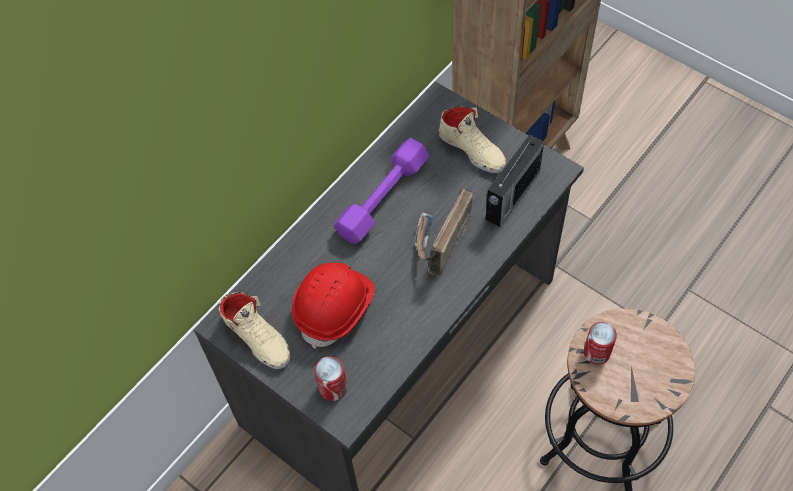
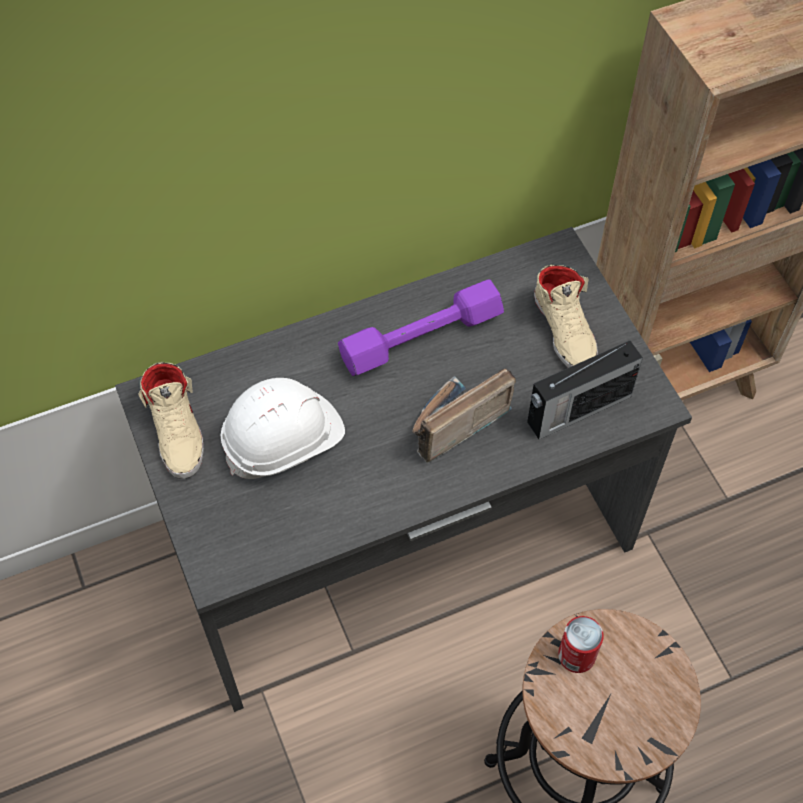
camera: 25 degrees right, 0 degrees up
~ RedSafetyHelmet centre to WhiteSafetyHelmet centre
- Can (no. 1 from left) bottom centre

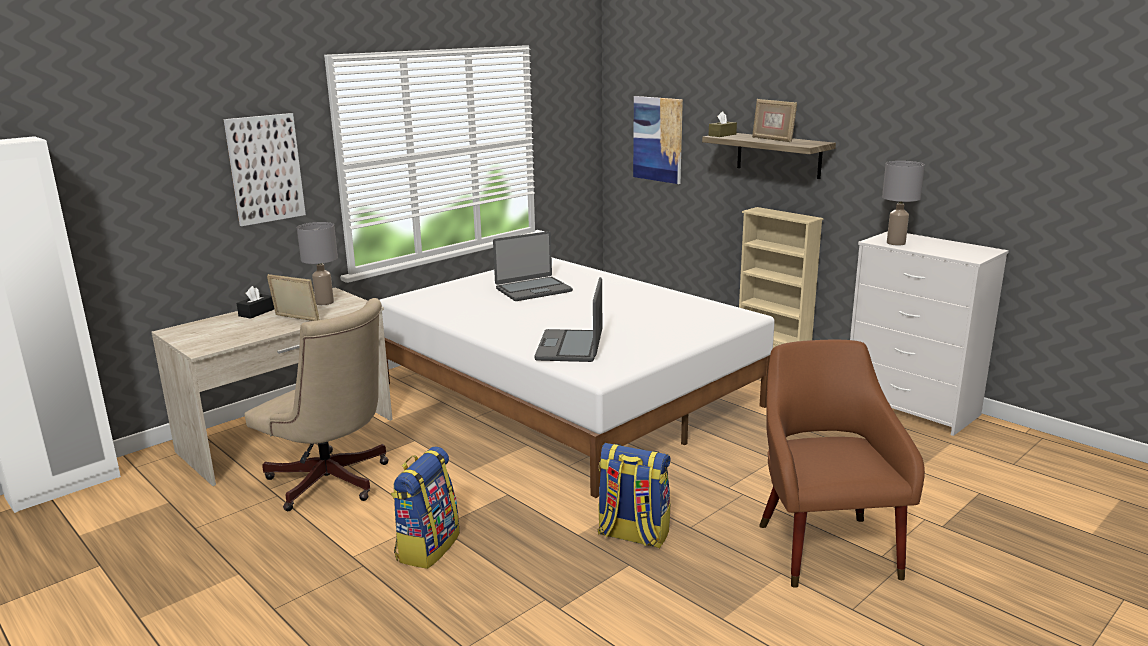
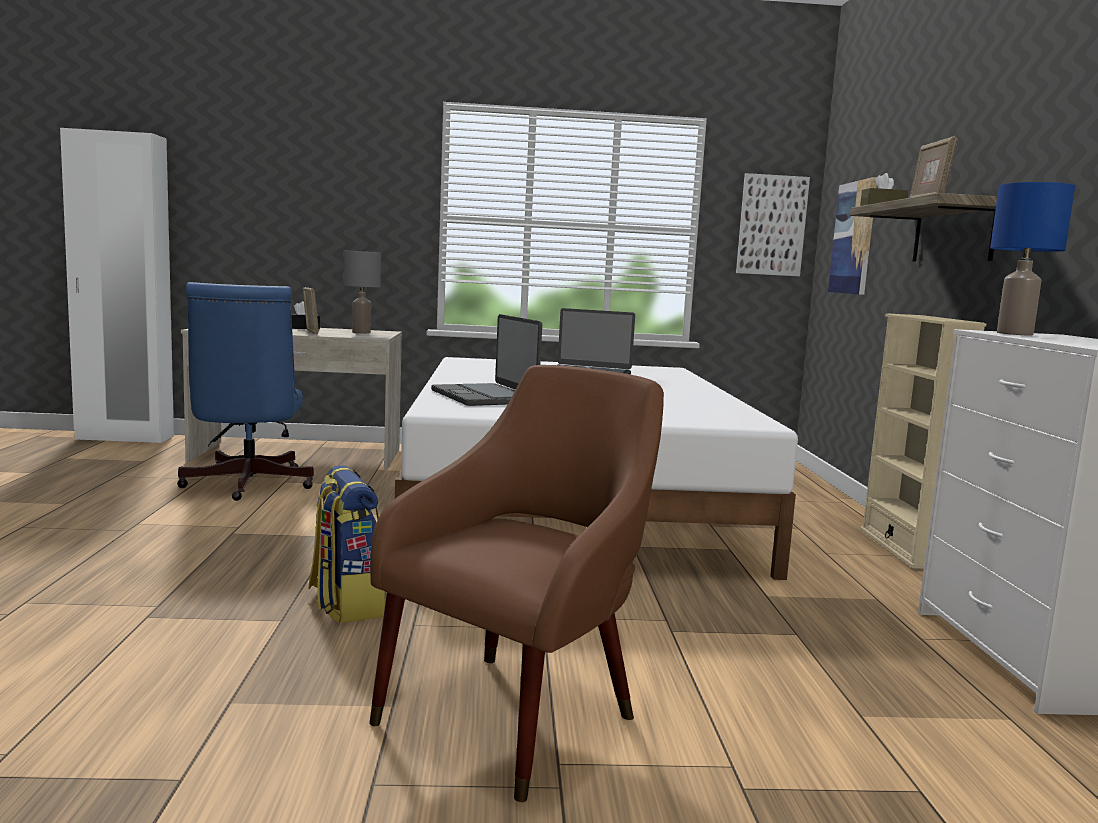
camera: 40 degrees right, 10 degrees down
~ Picture (no. 1 from left) top left to top right
~ BeigeOfficeChair middle left to BlueOfficeChair middle left
- Backpack (no. 1 from left) bottom centre
~ PortableComputer (no. 2 from left in the first image) centre = centre 75 degrees counterclockwise
~ GrayTabletopLamp (no. 2 from left) top right to BlueTabletopLamp top right

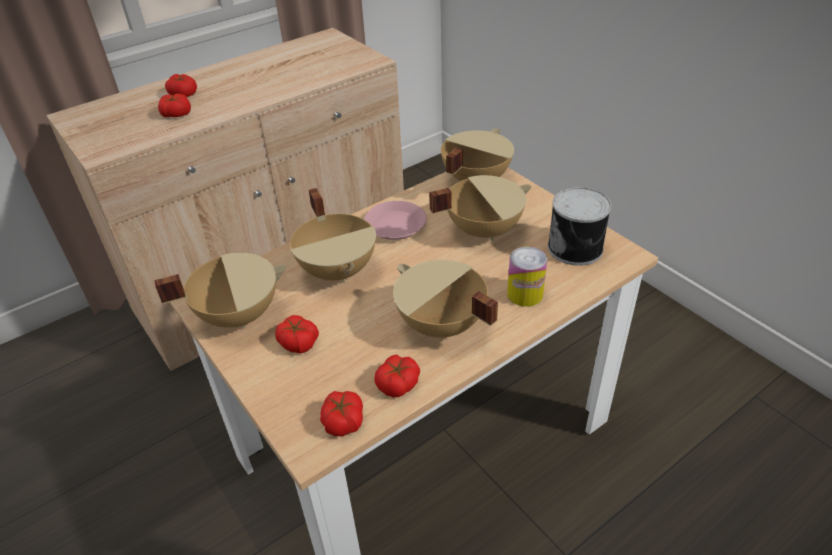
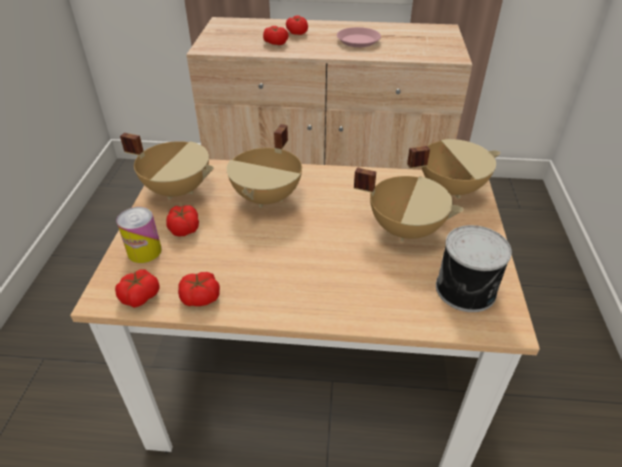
camera: 40 degrees right, 0 degrees up
~ PinkishFlatDish centre to top centre
- BeigeCookingPot (no. 3 from left) centre
~ Can (no. 1 from left) centre to middle left

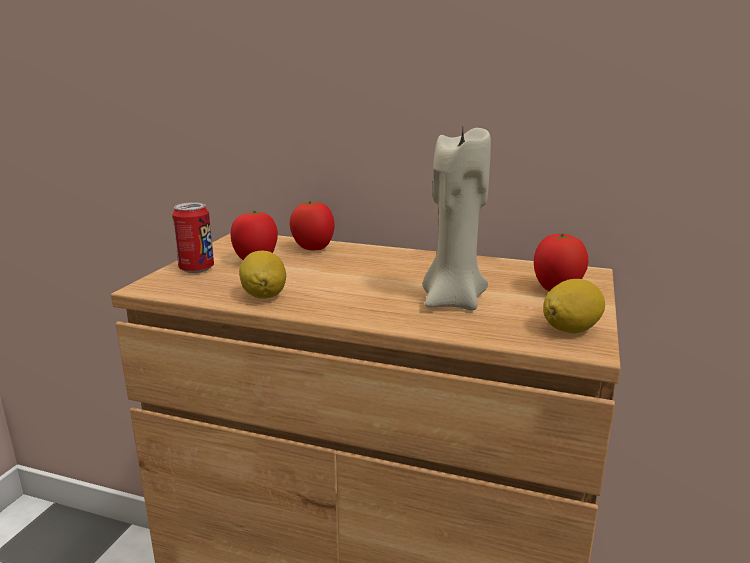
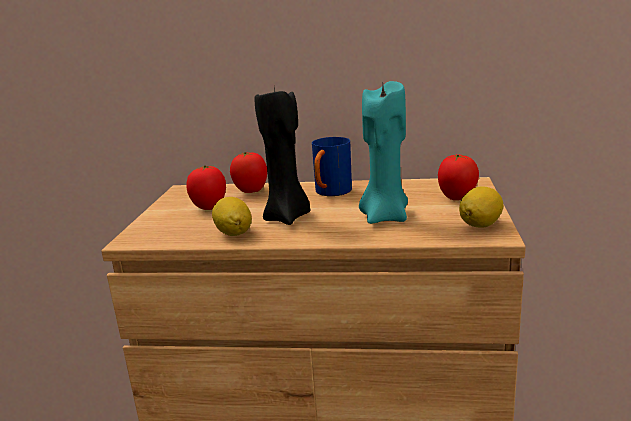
camera: 10 degrees left, 0 degrees up
- Can middle left
~ BeigeWaxCandle centre to BlueGreenWaxCandle centre
+ BlackishWaxCandle centre
+ BlueTeaMug centre

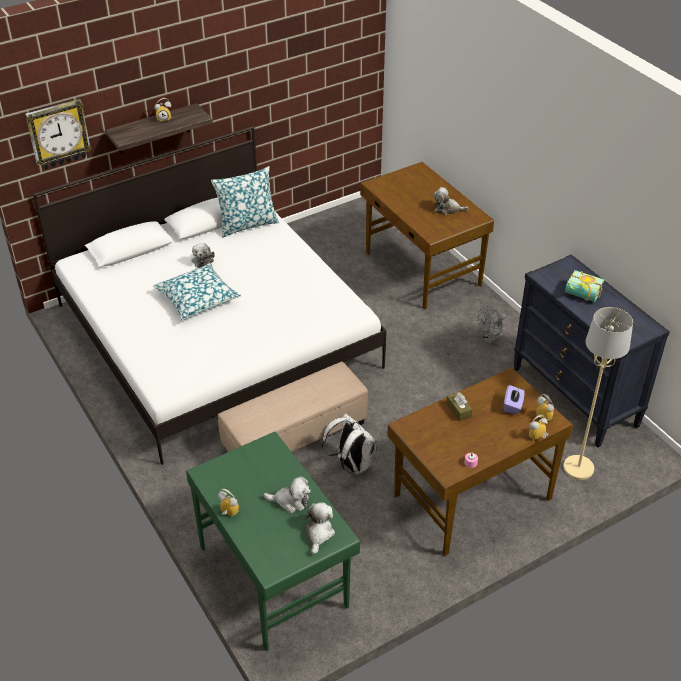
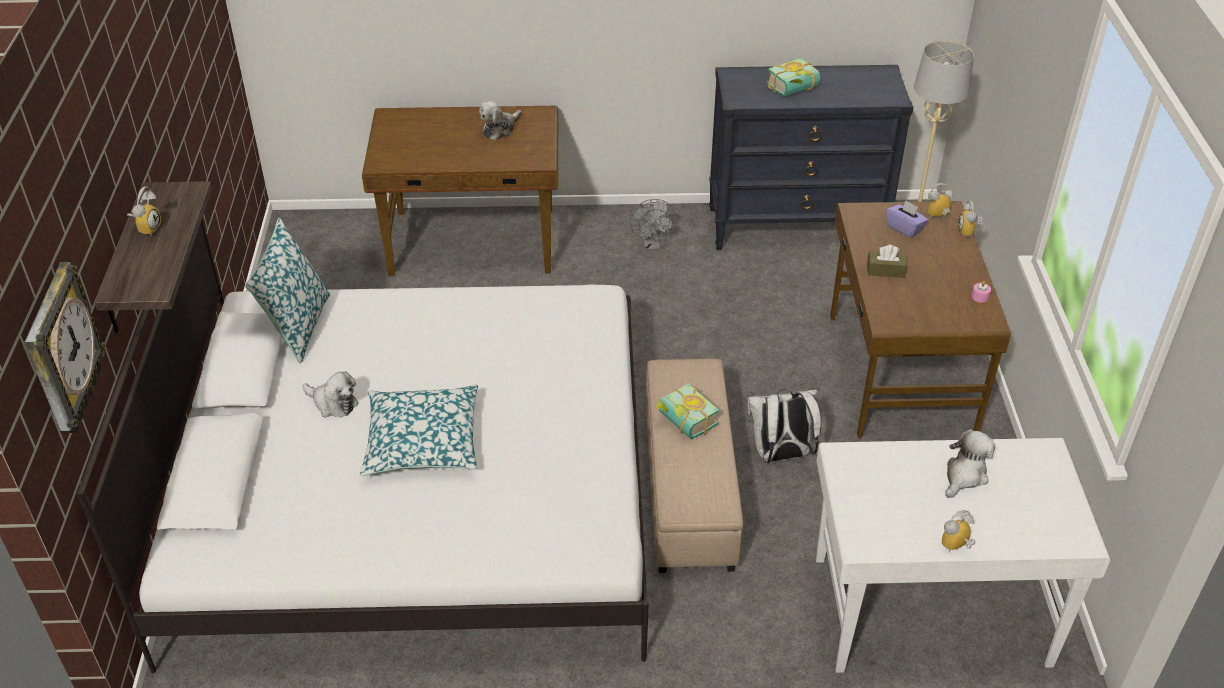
camera: 60 degrees left, 0 degrees up
~ GreenColouredDeskTable bottom centre to WhiteDeskTable bottom right
- PlushToy (no. 3 from left) bottom centre
+ BoundBook (no. 1 from left) centre

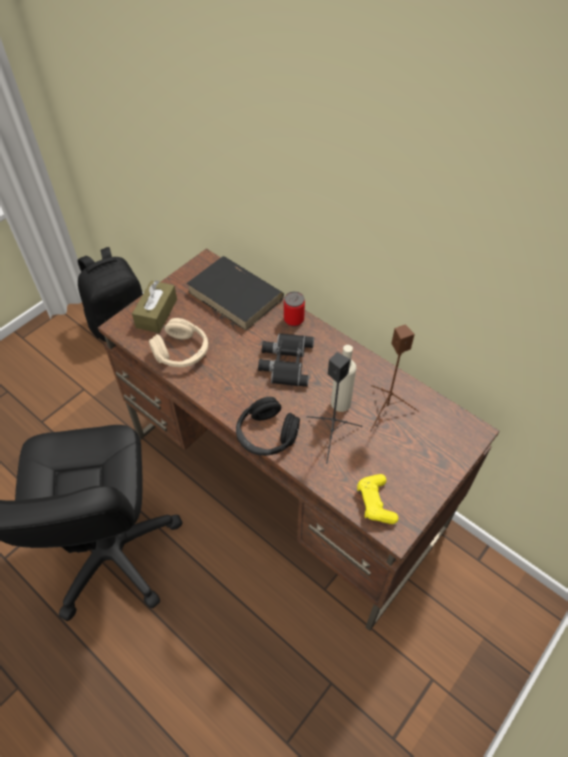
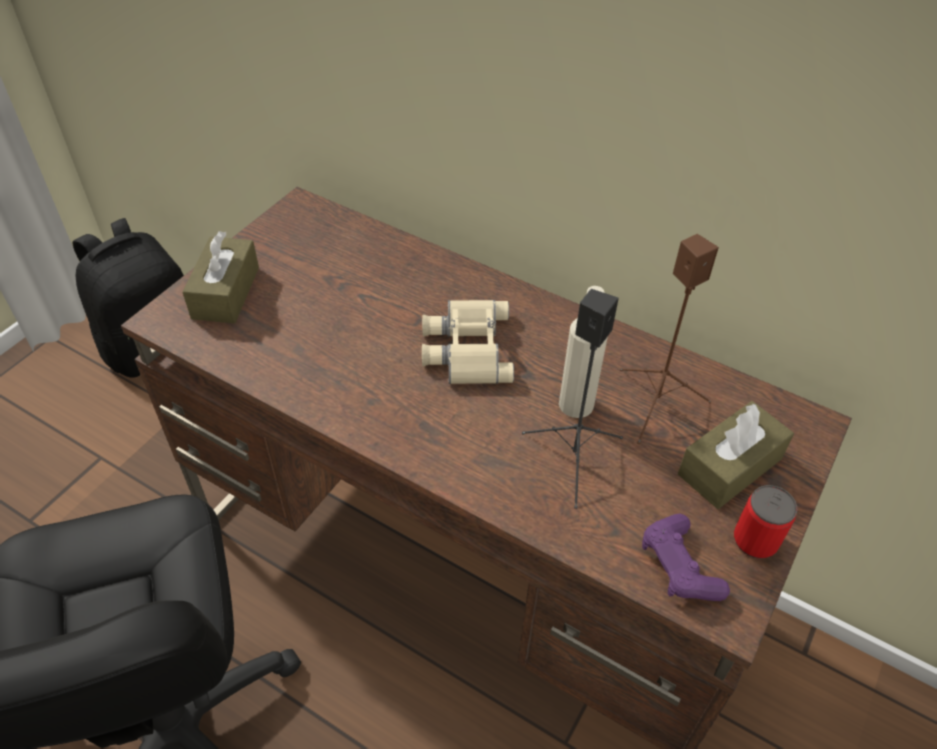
camera: 10 degrees left, 5 degrees down
- BeigeHeadphones middle left
- BlackishBoundBook centre
- BlackishHeadphones centre
~ BlackishPairOfBinoculars centre to BeigePairOfBinoculars centre
~ Can centre to bottom right
~ YellowGameController centre to PurpleGameController bottom right
+ BrownTissueBox (no. 2 from left) middle right

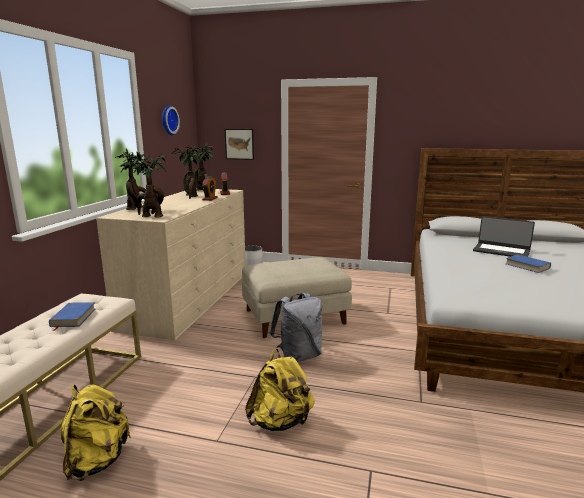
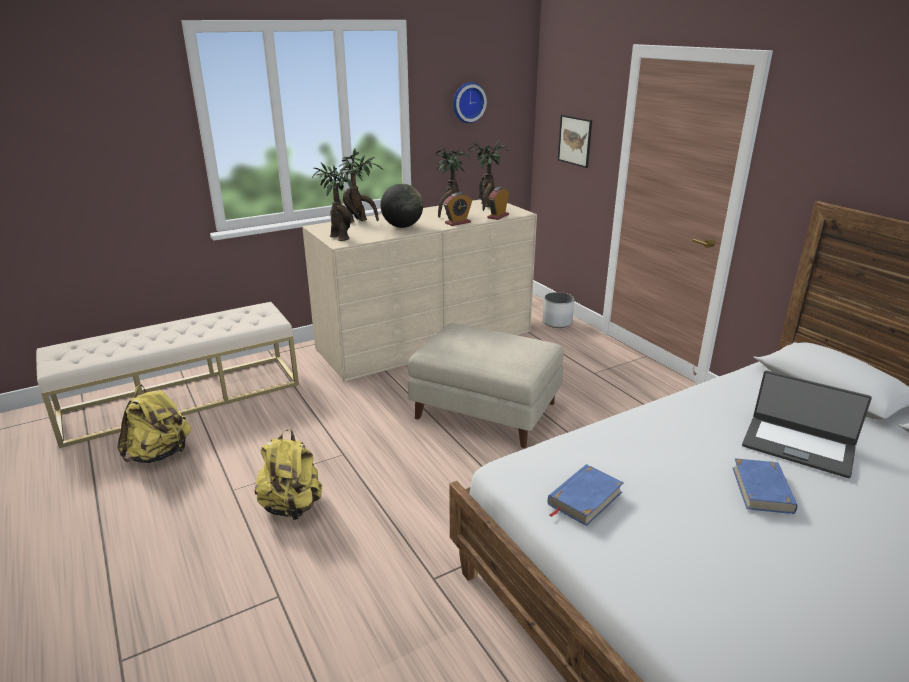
camera: 45 degrees right, 10 degrees up
~ BlueBoundBook (no. 1 from left) middle left to bottom centre
- GrayBackpack centre
~ PortableComputer middle right = middle right 45 degrees counterclockwise
+ DeskGlobe top centre

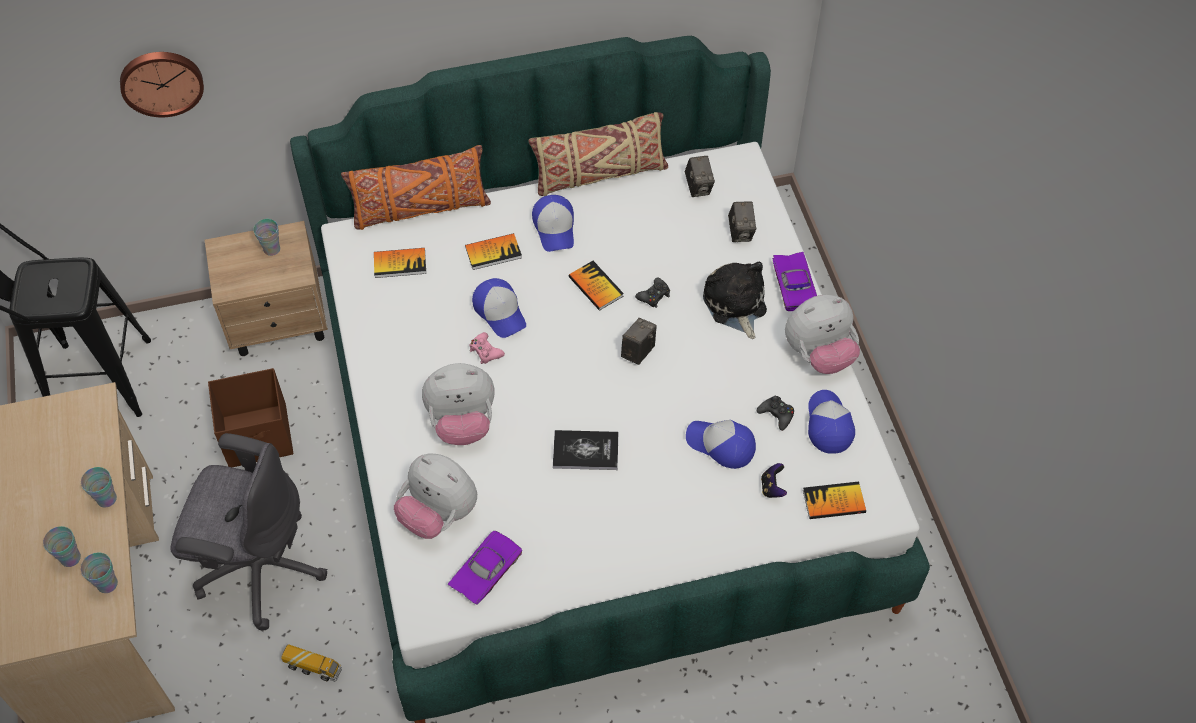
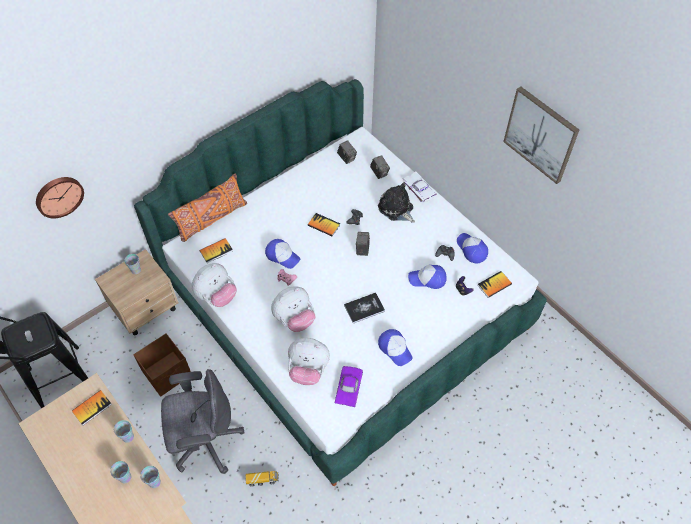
camera: 25 degrees left, 0 degrees up
~ BoundBook (no. 2 from left in the first image) centre to BoundBook (no. 1 from left) bottom left
- BeigePillow top centre
~ BaseballCap (no. 2 from left) top centre to centre
~ PurpleMiniatureCar (no. 2 from left) centre to WhiteMiniatureCar centre
~ PlushToy (no. 4 from left in the first image) middle right to PlushToy (no. 1 from left) middle left
+ Picture top right

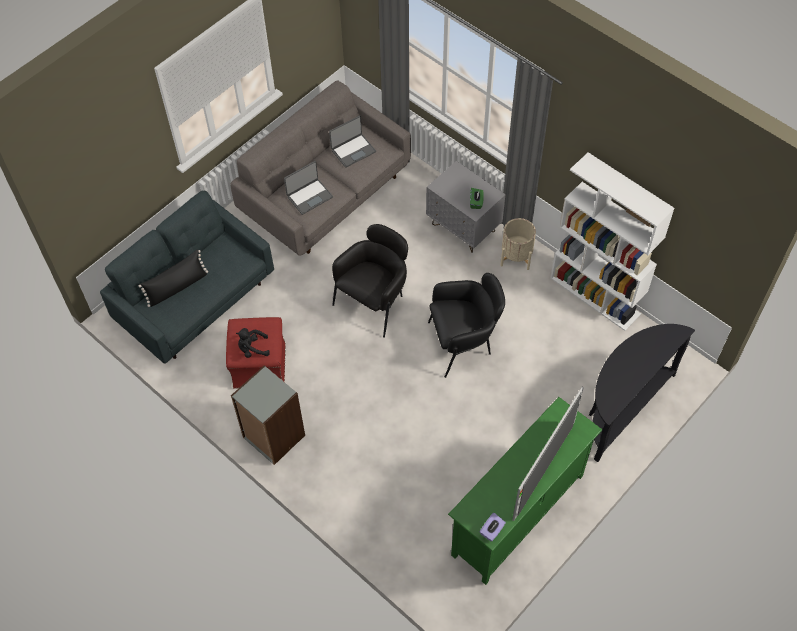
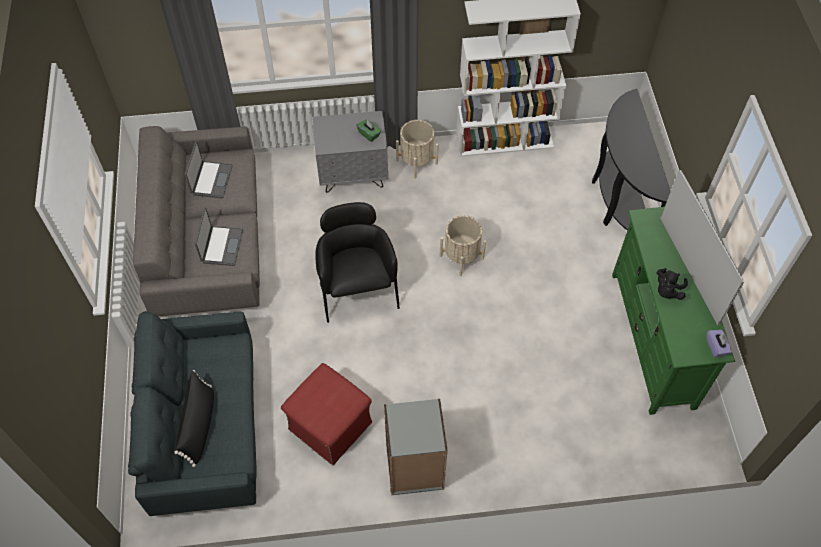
camera: 50 degrees left, 0 degrees up
~ BlackishPlushToy middle left to middle right
~ BlackishEasyChair (no. 2 from left) centre to BeigeFlowerPot (no. 2 from left) centre

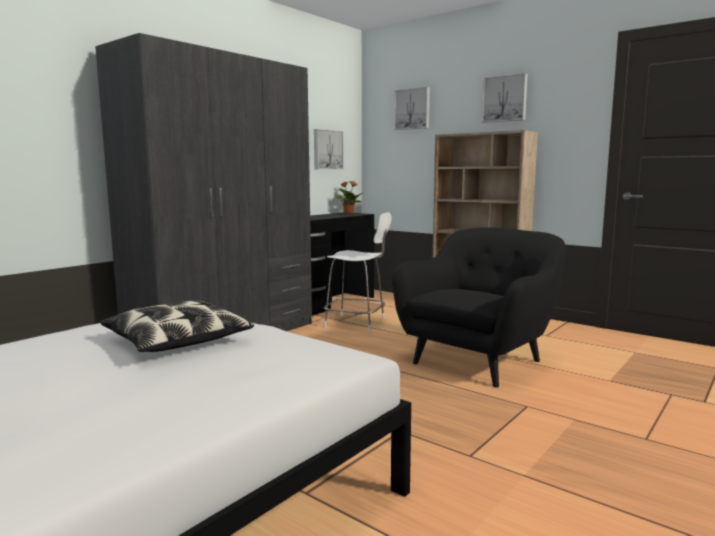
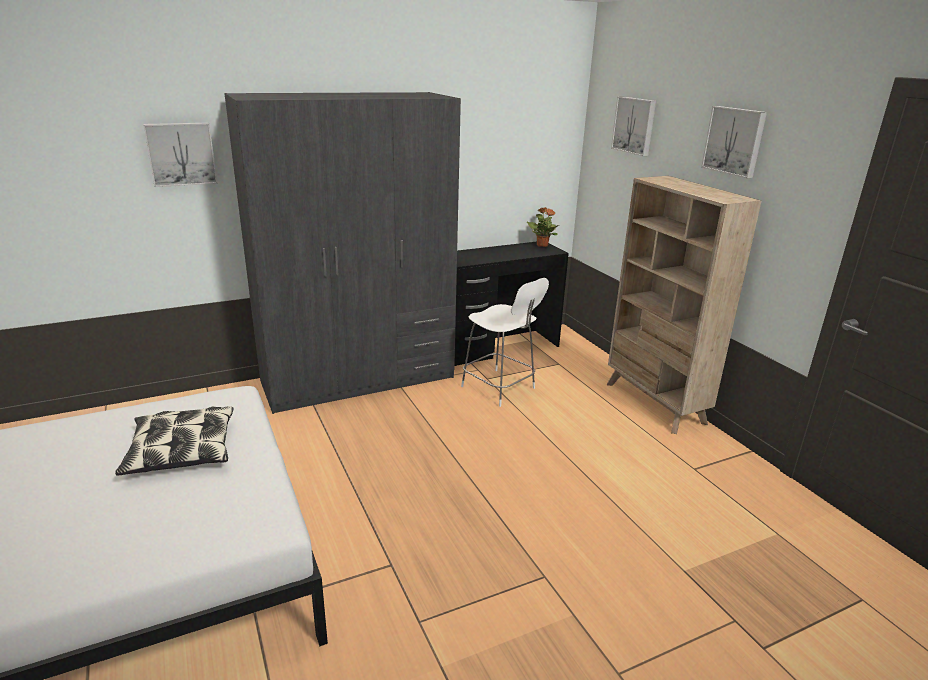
camera: 25 degrees right, 15 degrees up
~ Picture (no. 1 from left) top centre to top left
- BlackishEasyChair middle right

